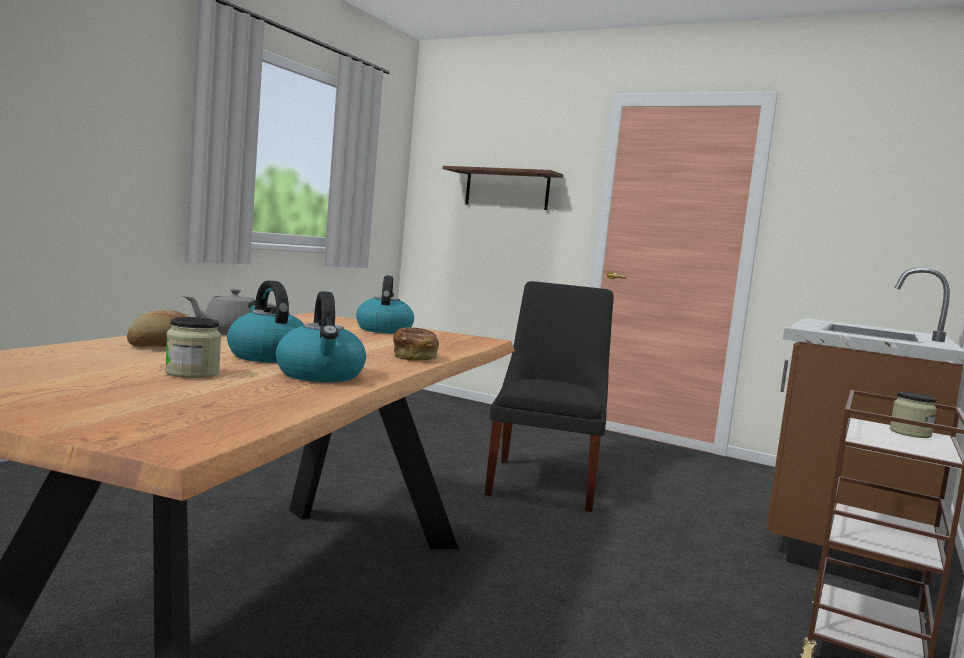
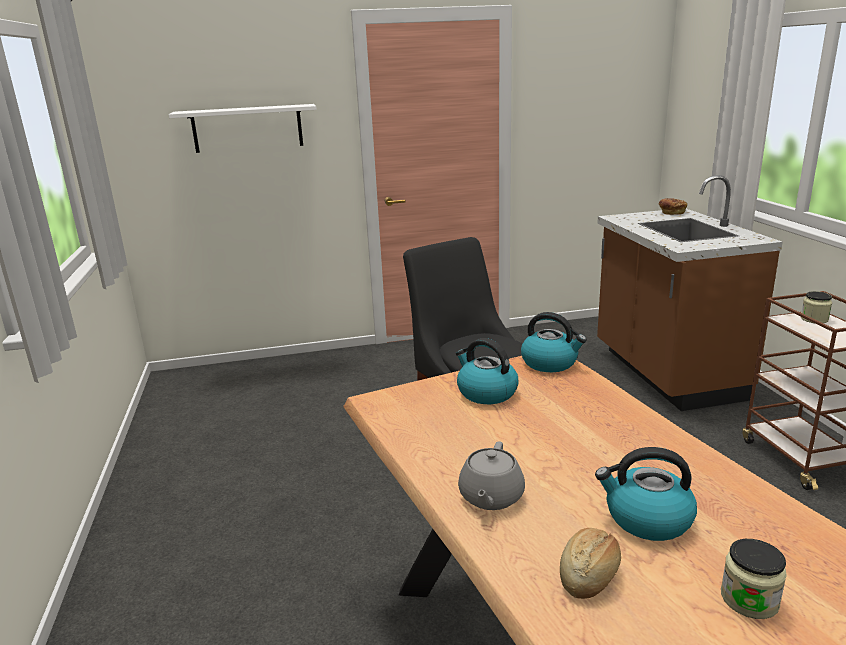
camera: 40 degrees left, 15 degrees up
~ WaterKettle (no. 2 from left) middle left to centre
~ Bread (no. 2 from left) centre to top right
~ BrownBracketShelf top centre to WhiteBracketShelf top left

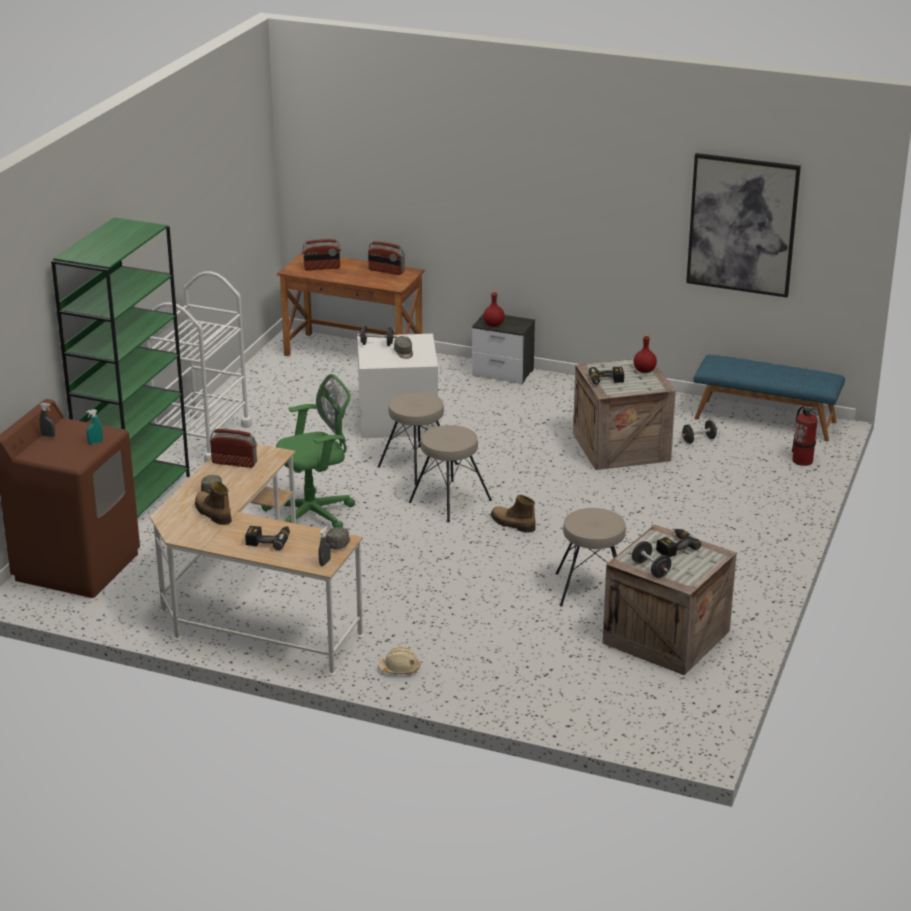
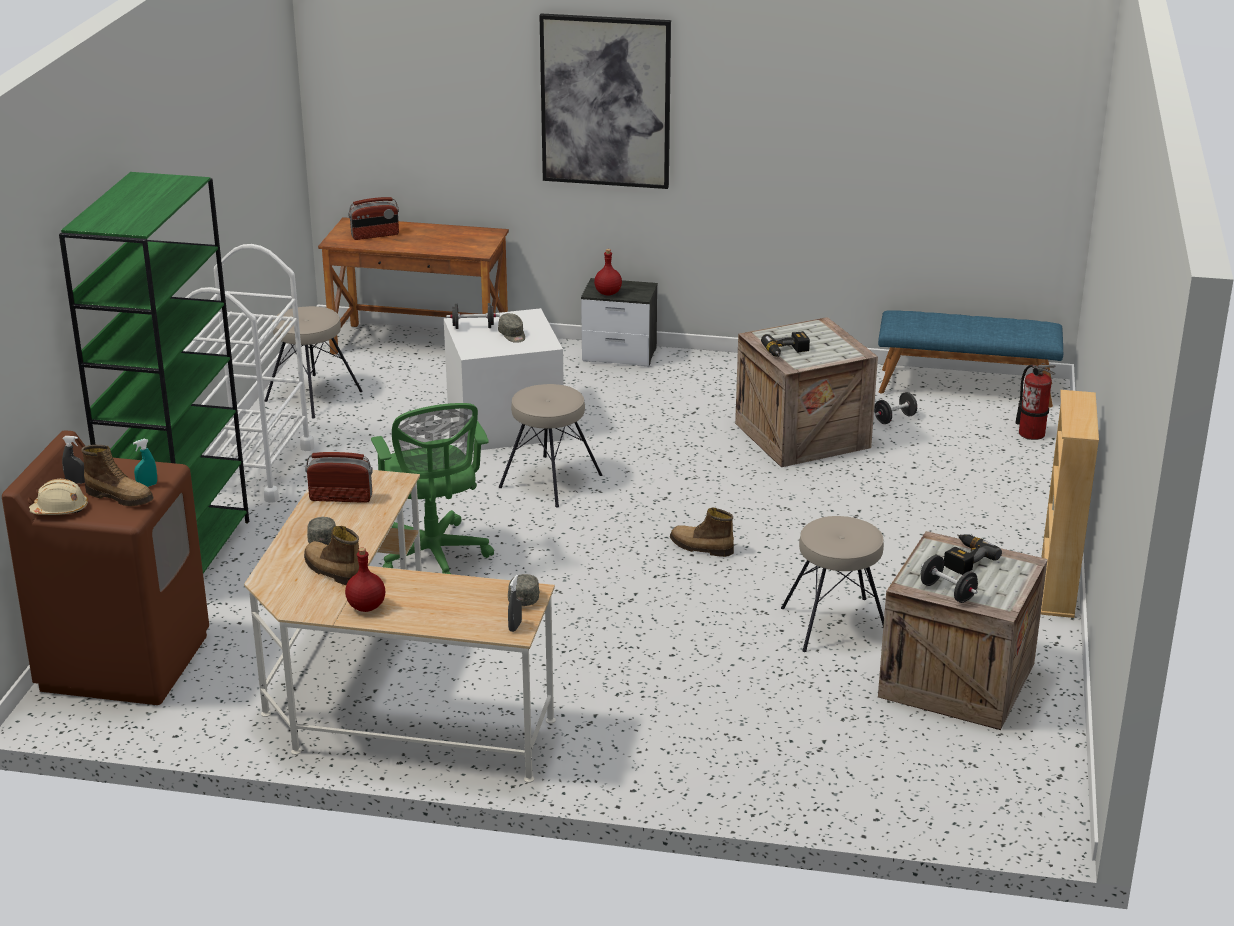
camera: 10 degrees left, 0 degrees up
- Drill (no. 1 from left) middle left
~ GreenColouredOfficeChair centre = centre 105 degrees clockwise
- Radio (no. 3 from left) top centre
~ BeigeSafetyHelmet bottom centre to middle left
~ BeigeStoolSeat (no. 2 from left in the first image) centre to BeigeStoolSeat (no. 1 from left) middle left
~ RedBottle (no. 2 from left in the first image) middle right to RedBottle (no. 1 from left) middle left
~ Picture top right to top centre
+ TallBoot (no. 1 from left) middle left
+ BeigeBookshelf middle right

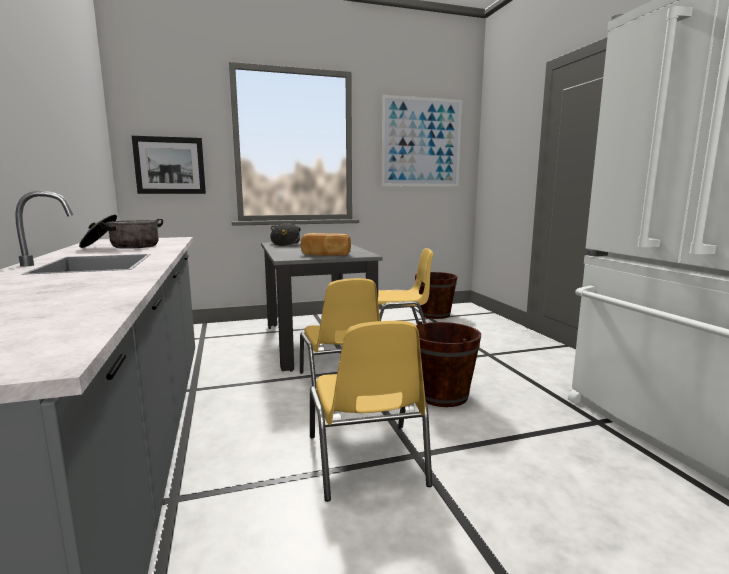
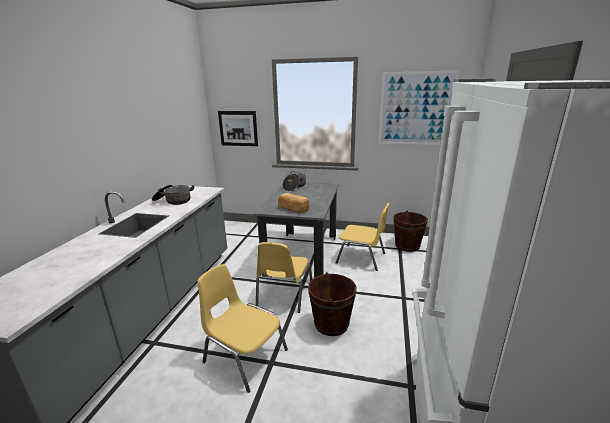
camera: 30 degrees right, 10 degrees up
~ YellowUprightChair (no. 2 from left in the first image) bottom centre = bottom centre 105 degrees clockwise

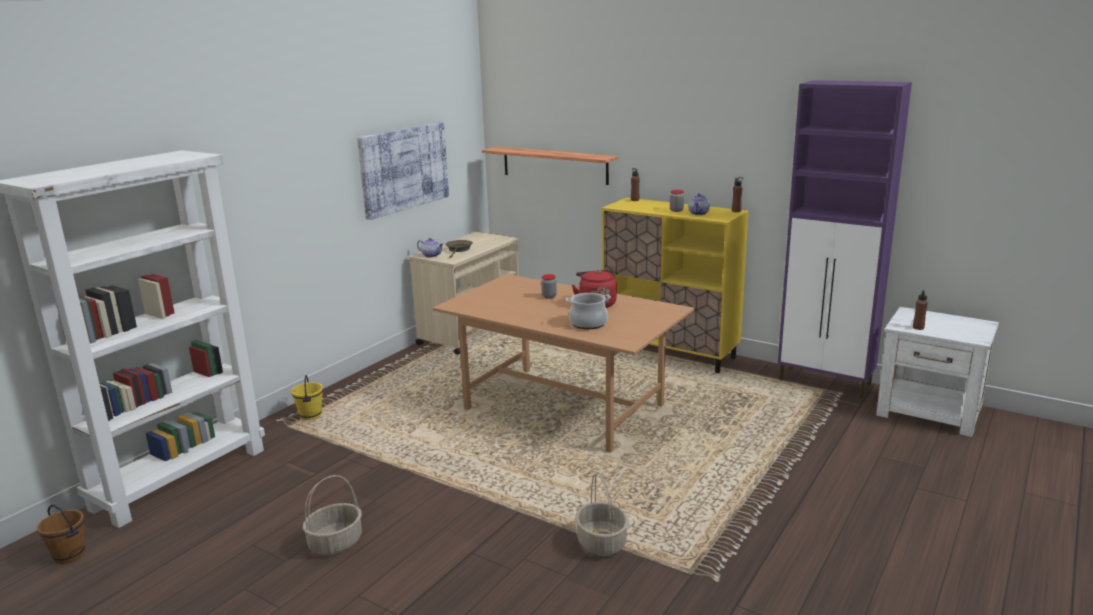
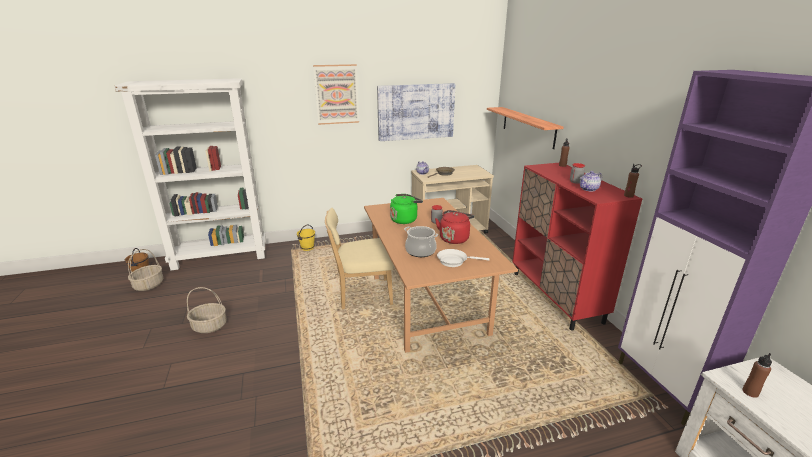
camera: 40 degrees right, 5 degrees up
~ Basket (no. 2 from left in the first image) bottom centre to Basket (no. 1 from left) middle left
~ YellowCabinet centre to RedCabinet middle right
+ Picture (no. 1 from left) top centre
+ BeigeUprightChair centre
+ GreenColouredWaterKettle centre
+ WhiteSkillet centre

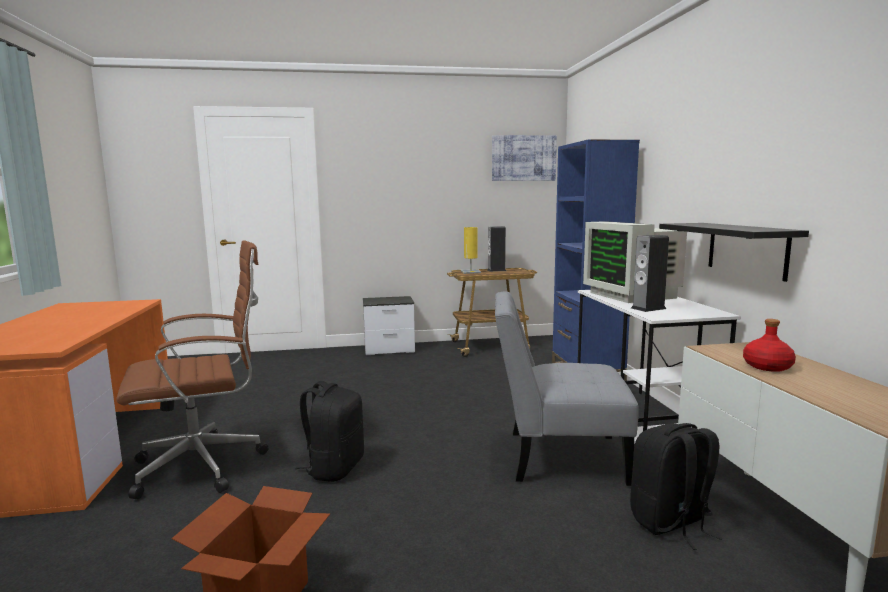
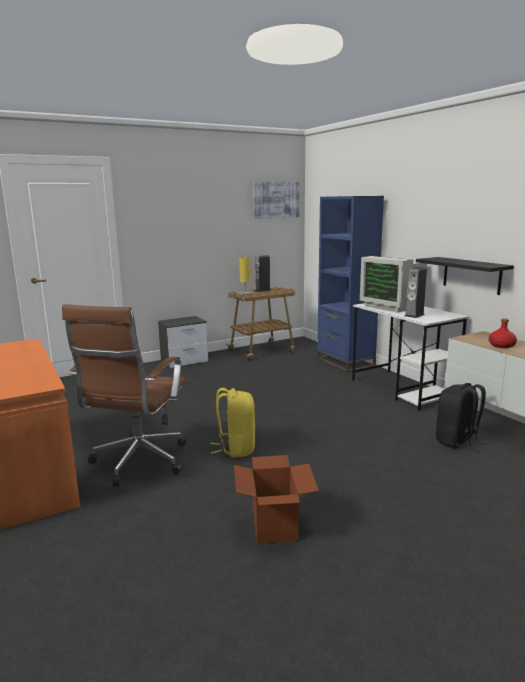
camera: 20 degrees left, 5 degrees up
~ BrownOfficeChair middle left = middle left 150 degrees clockwise
~ BlackishBackpack (no. 1 from left) bottom centre to YellowBackpack centre
- GrayUprightChair centre

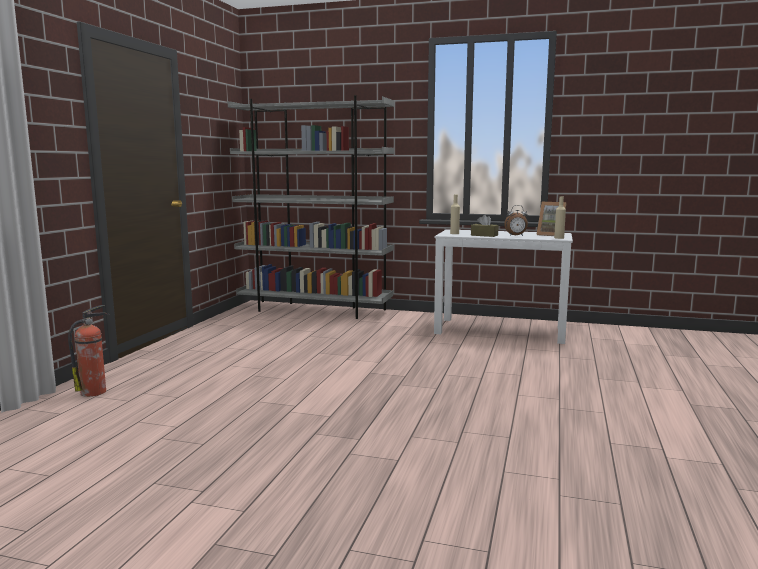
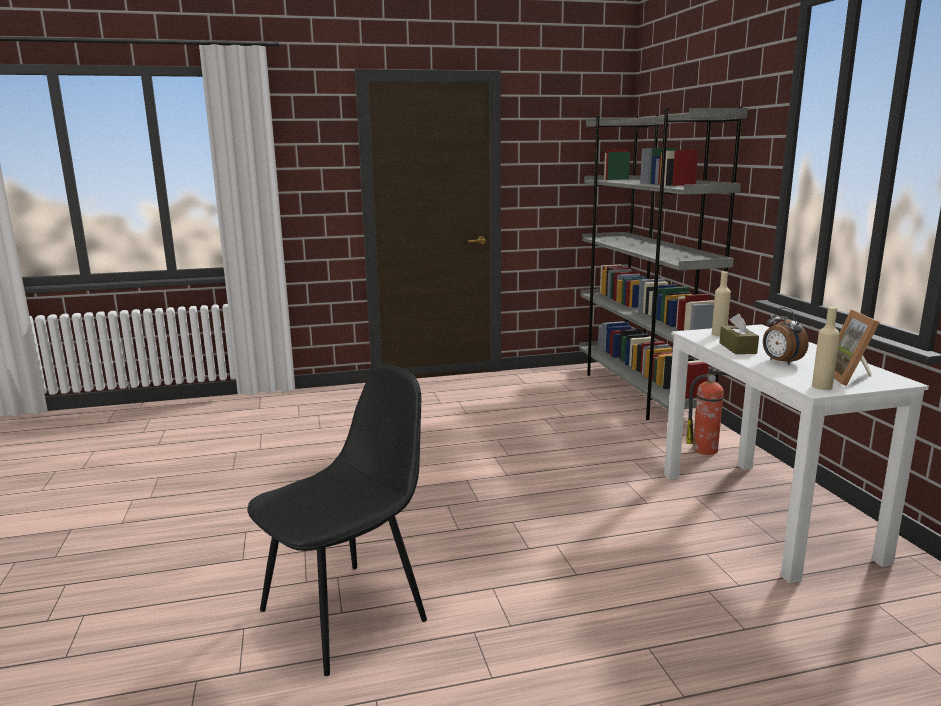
camera: 60 degrees right, 5 degrees up
~ FireFightingCylinder middle left to middle right
+ BlackishUprightChair bottom centre

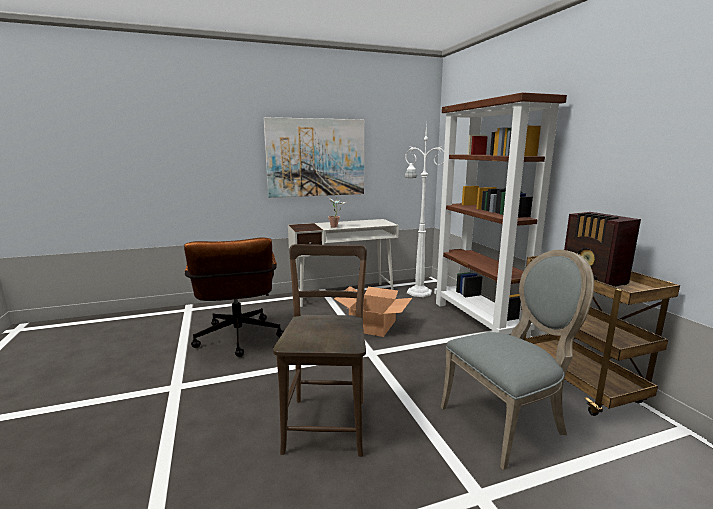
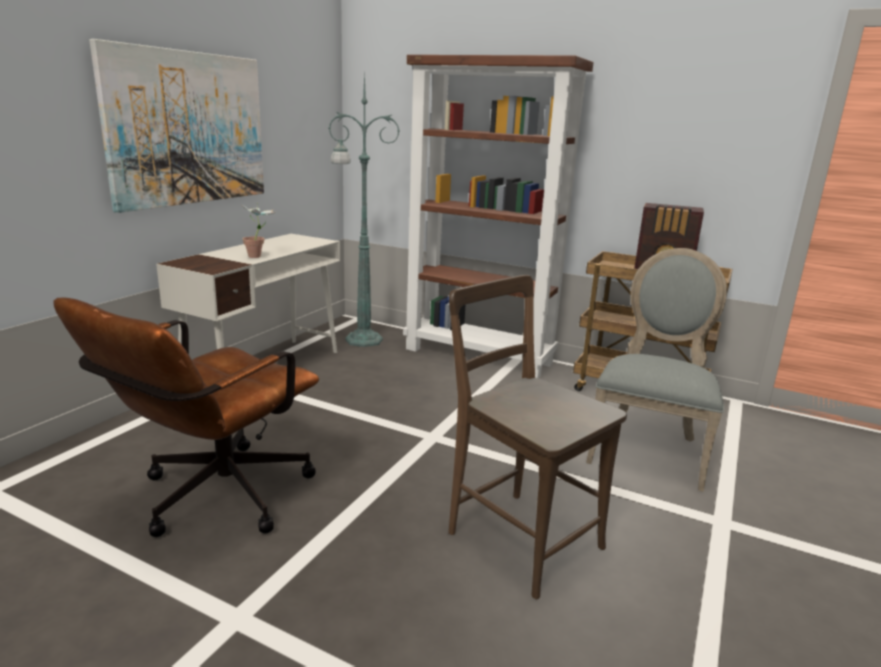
camera: 45 degrees left, 5 degrees up
~ BrownOfficeChair middle left = middle left 90 degrees clockwise
- Carton centre
~ WhiteStandardLamp centre to GreenColouredStandardLamp top centre

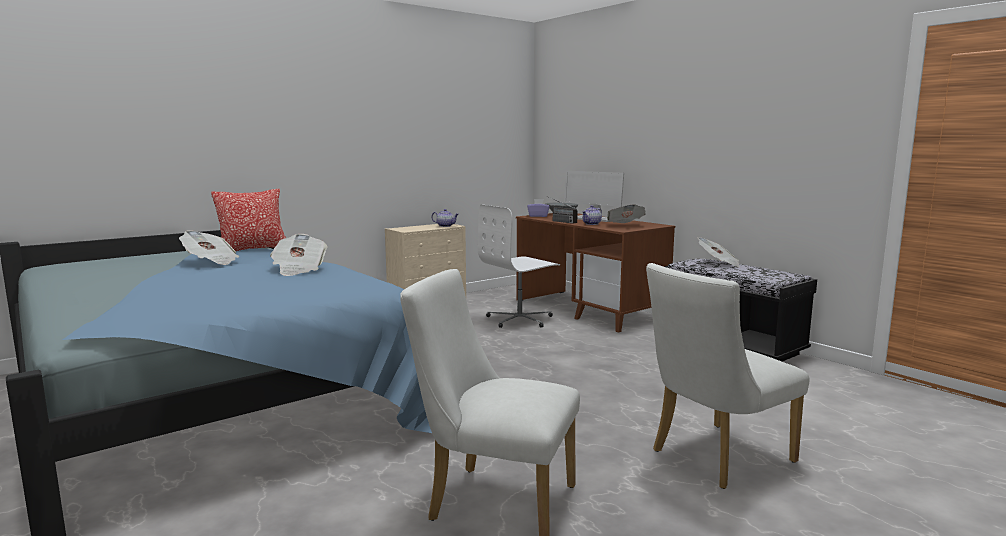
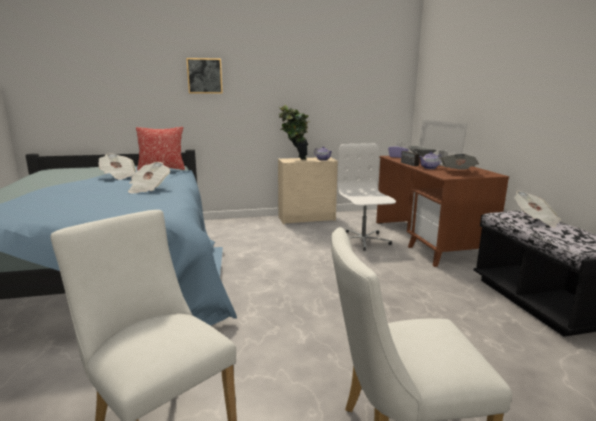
camera: 25 degrees right, 5 degrees up
~ WhiteOfficeChair centre = centre 90 degrees clockwise
+ Picture top centre
+ PlantInAPot top centre

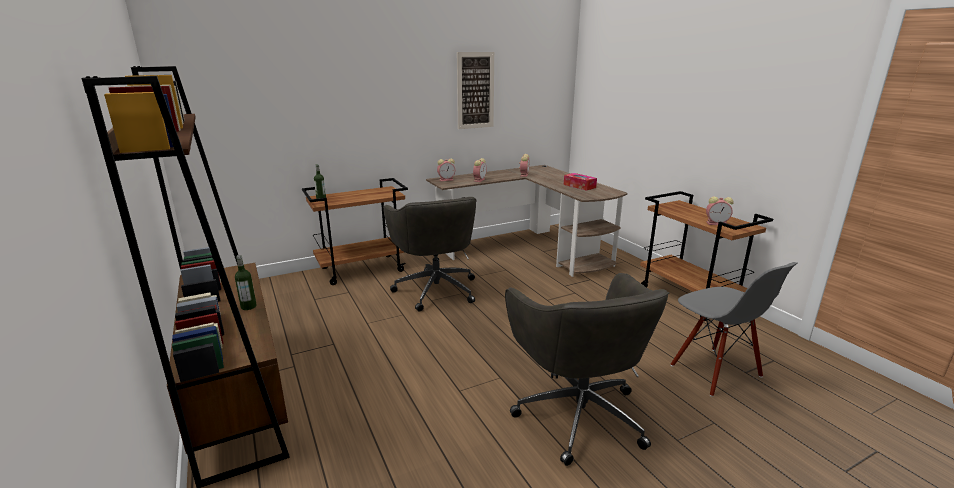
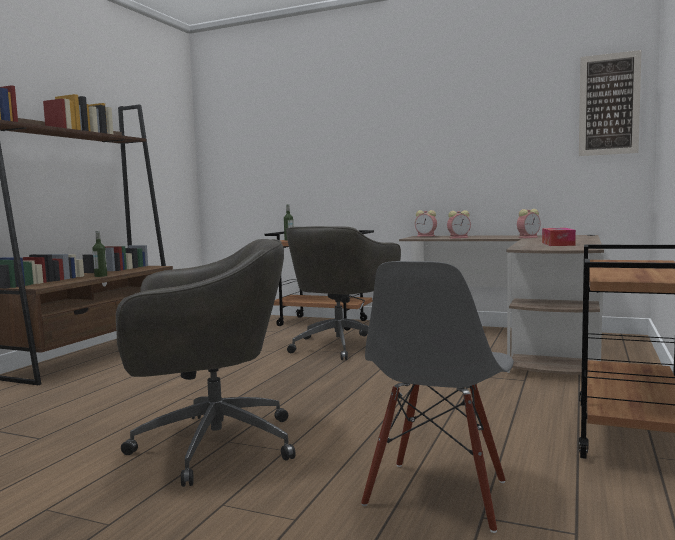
camera: 50 degrees right, 15 degrees down
~ Picture top centre to top right
~ GrayOfficeChair (no. 2 from left in the first image) bottom centre = bottom left 135 degrees counterclockwise
- TableClock (no. 4 from left) middle right

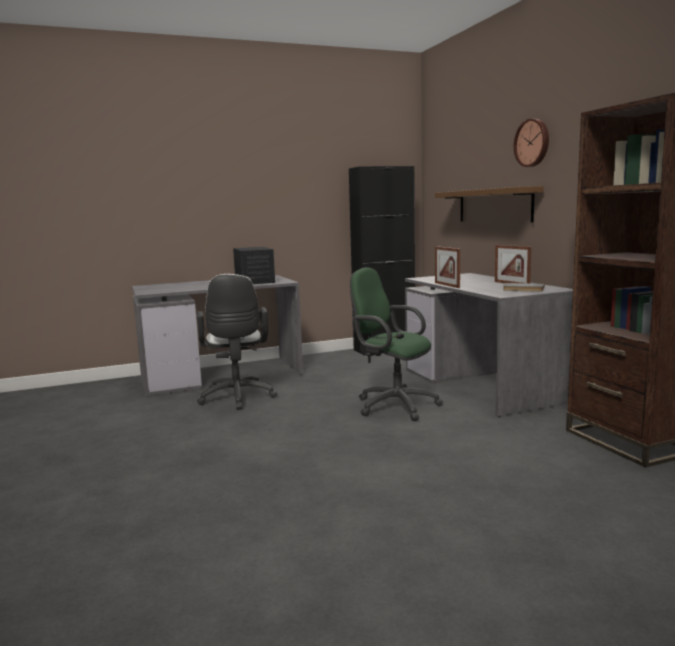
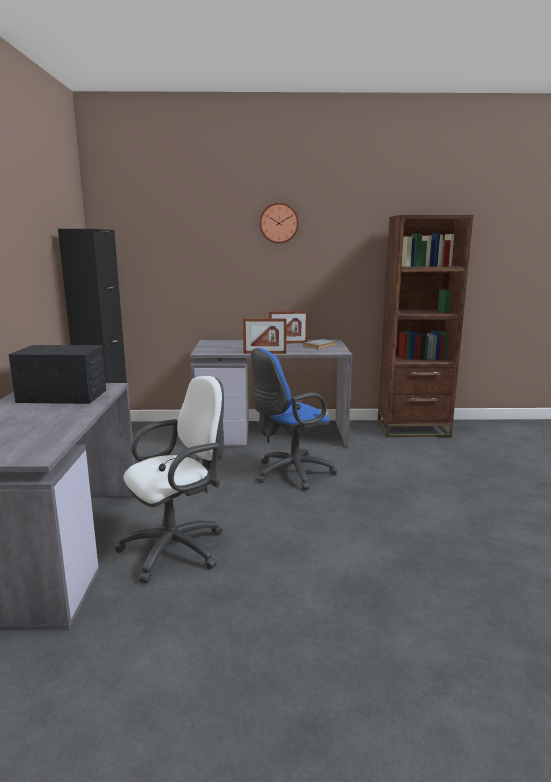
camera: 70 degrees left, 5 degrees up
~ WhiteOfficeChair centre = middle left 45 degrees counterclockwise
~ GreenColouredOfficeChair centre to BlueOfficeChair centre
- BrownBracketShelf top right

